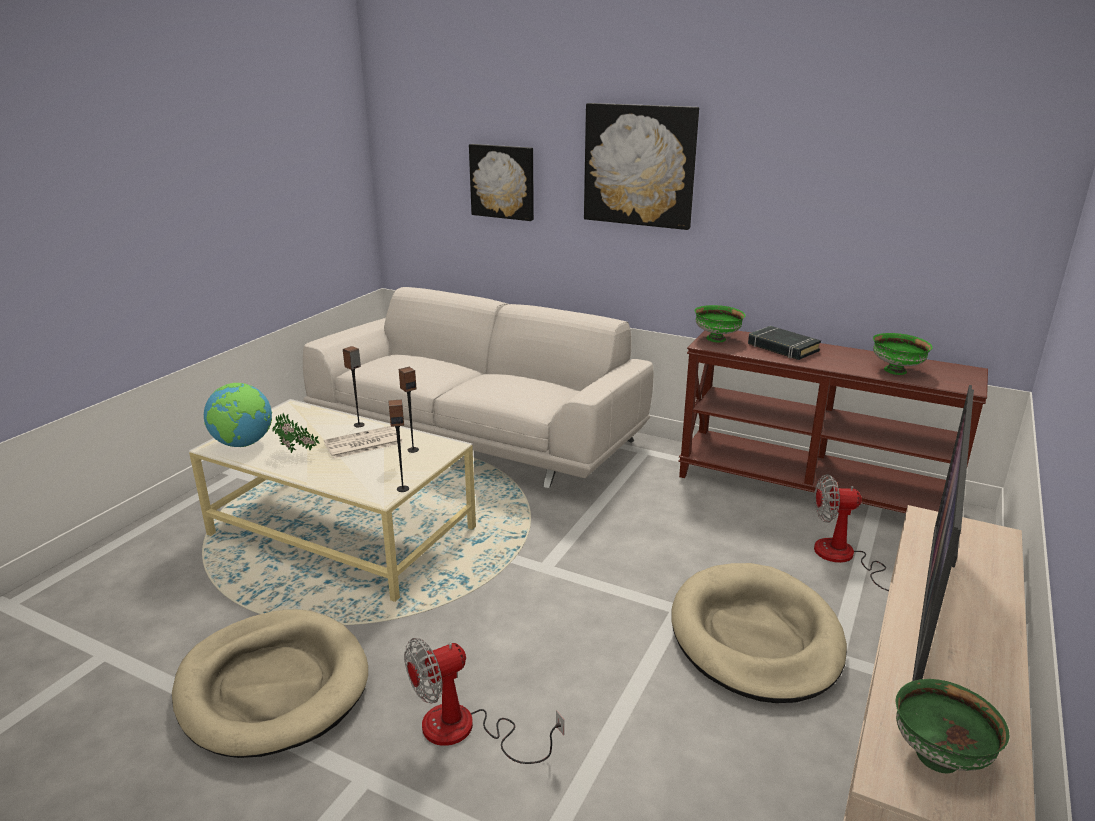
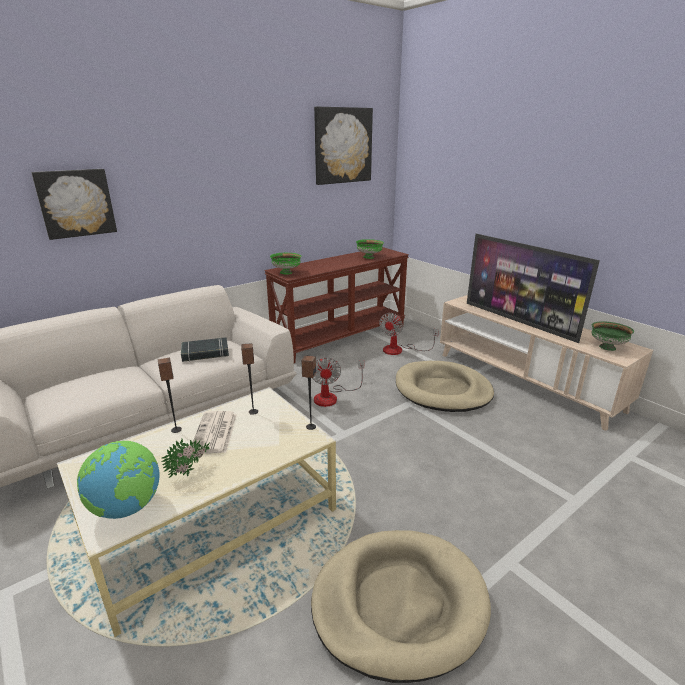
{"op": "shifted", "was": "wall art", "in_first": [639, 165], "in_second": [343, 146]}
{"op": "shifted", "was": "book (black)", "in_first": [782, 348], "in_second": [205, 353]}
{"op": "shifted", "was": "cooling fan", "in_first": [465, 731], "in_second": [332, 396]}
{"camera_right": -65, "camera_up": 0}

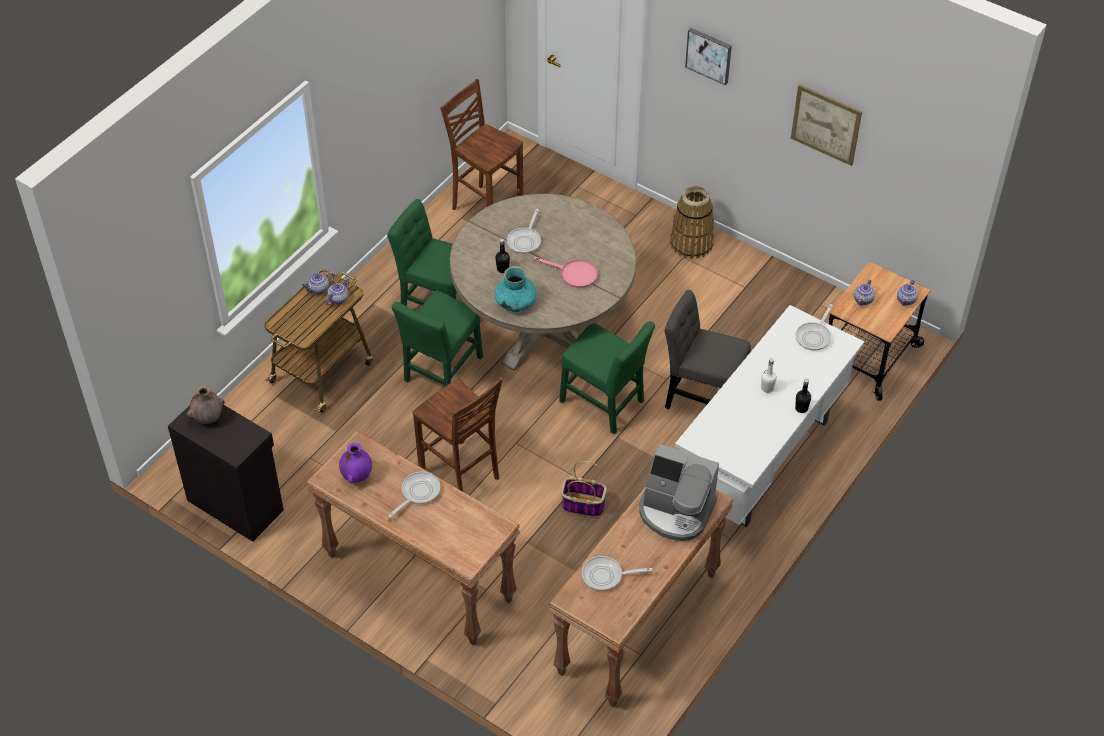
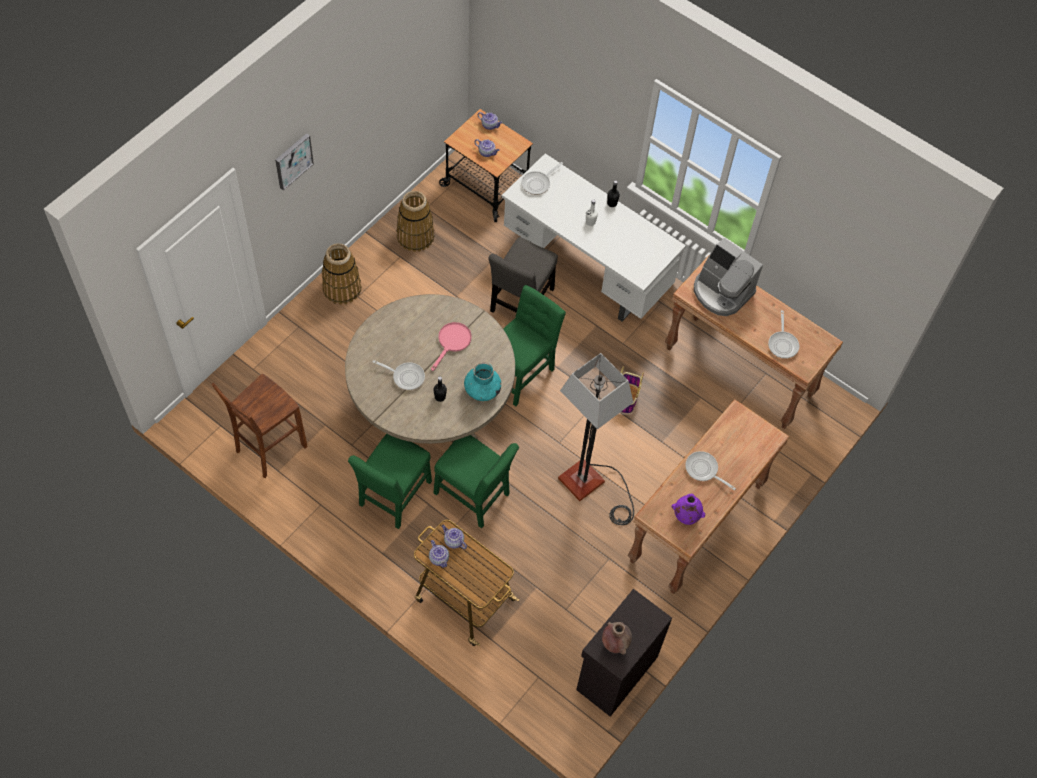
{"op": "gone", "was": "wall art", "in_first": [826, 124]}
{"op": "rotated", "was": "frying pan", "in_first": [814, 336], "in_second": [538, 183], "clockwise": 105}
{"op": "swapped", "was": "sitting stool (brown)", "now": "standard lamp", "in_first": [461, 475], "in_second": [592, 486]}
{"op": "rotated", "was": "coffee brewer", "in_first": [676, 511], "in_second": [721, 292], "clockwise": 105}
{"op": "new", "now": "basket", "in_second": [415, 236]}
{"camera_right": -90, "camera_up": 10}

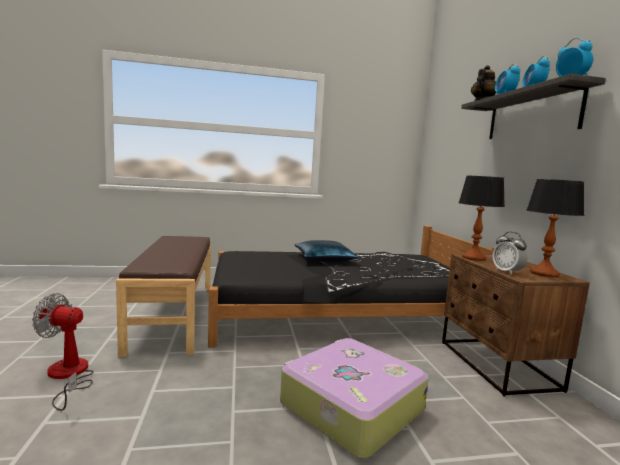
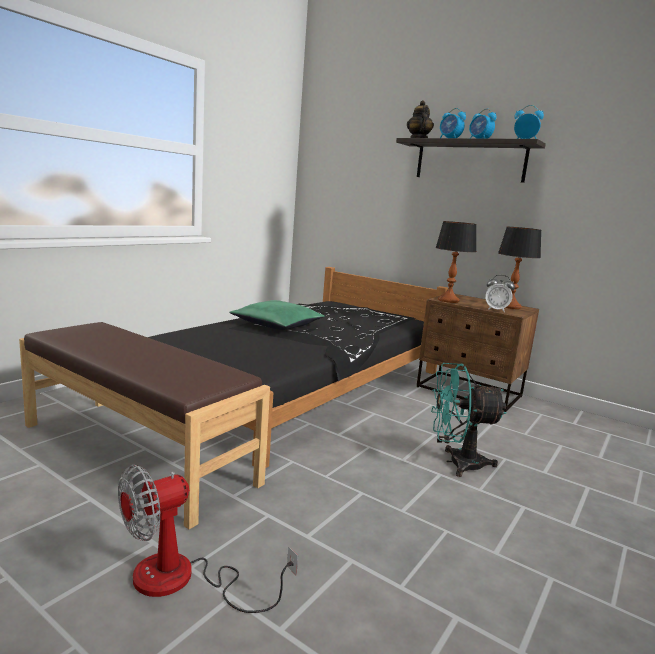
{"op": "repainted", "was": "cushion (blue)", "now": "cushion (green-coloured)", "in_first": [324, 259], "in_second": [278, 325]}
{"op": "swapped", "was": "suitcase", "now": "cooling fan (turquoise)", "in_first": [350, 406], "in_second": [456, 463]}
{"camera_right": -45, "camera_up": 5}

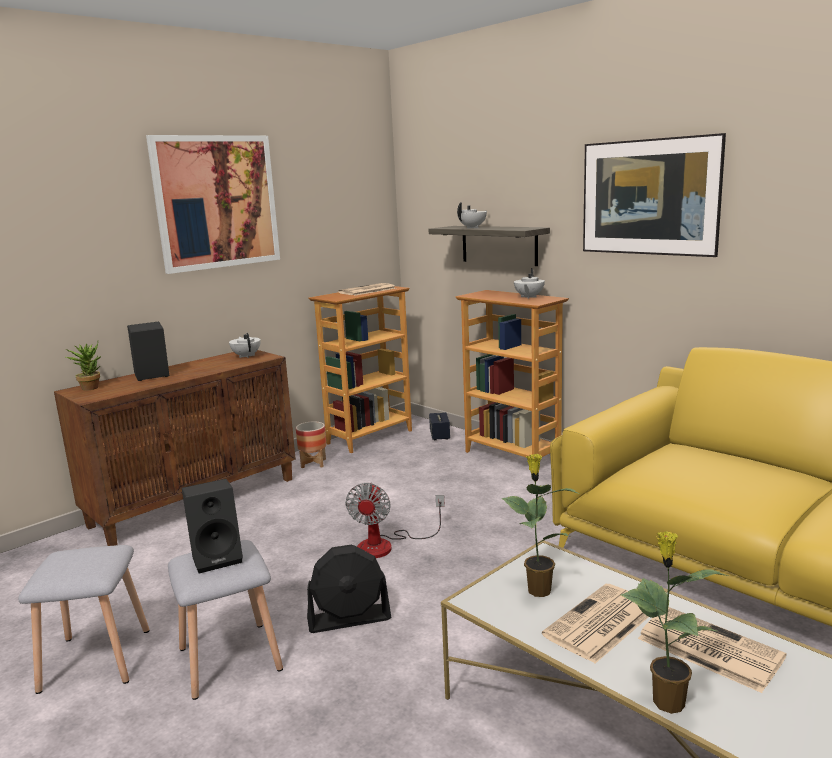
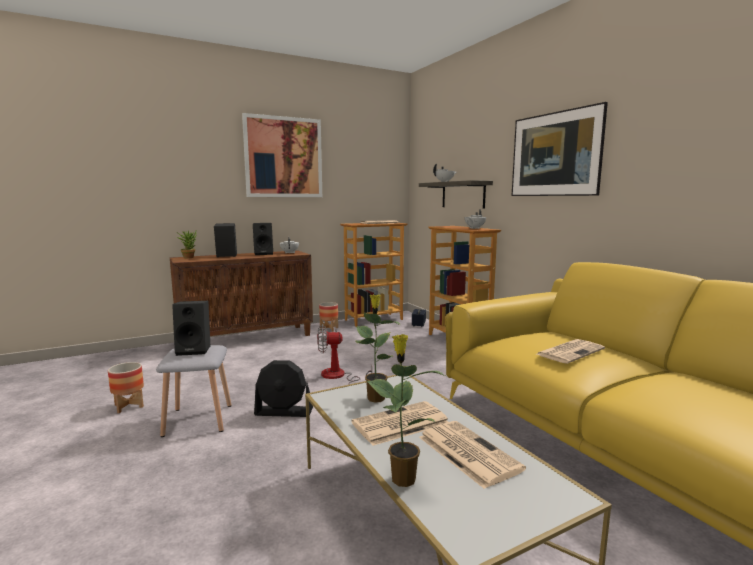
{"op": "rotated", "was": "cooling fan", "in_first": [386, 545], "in_second": [338, 377], "clockwise": 60}
{"op": "swapped", "was": "sitting stool (gray)", "now": "flower pot", "in_first": [95, 658], "in_second": [129, 406]}
{"op": "new", "now": "audio speaker (black)", "in_second": [264, 254]}
{"op": "new", "now": "daily paper", "in_second": [570, 351]}
{"camera_right": 15, "camera_up": -5}

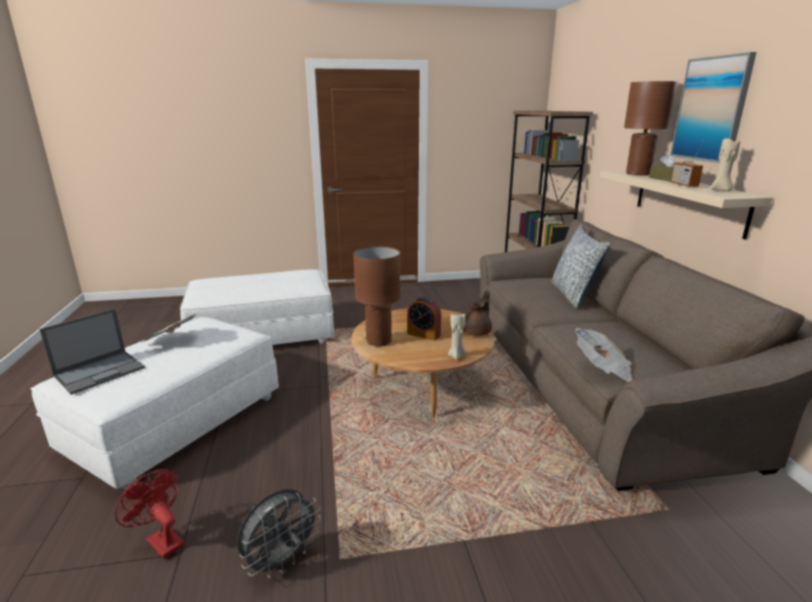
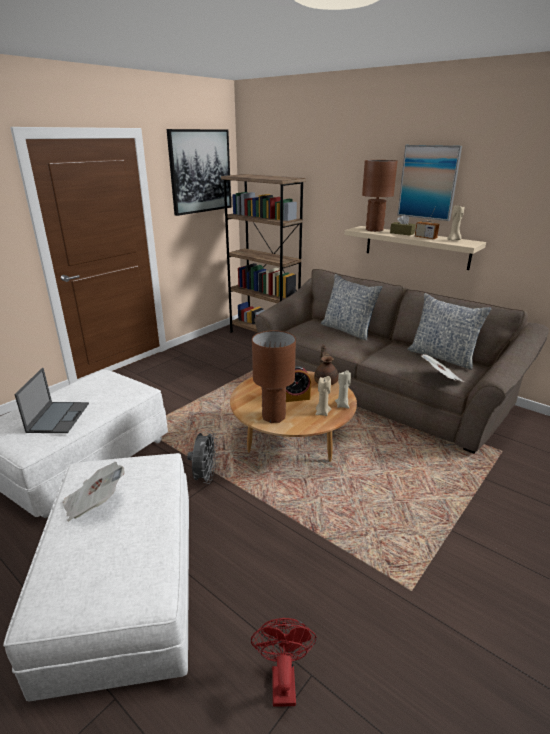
{"op": "shifted", "was": "portable computer", "in_first": [101, 371], "in_second": [58, 417]}
{"op": "rotated", "was": "cooling fan (red)", "in_first": [161, 540], "in_second": [282, 679], "clockwise": 90}
{"op": "shifted", "was": "cooling fan (gray)", "in_first": [281, 561], "in_second": [204, 477]}
{"op": "new", "now": "wall art", "in_second": [200, 171]}
{"op": "new", "now": "cushion", "in_second": [442, 357]}
{"op": "new", "now": "wax candle (beige-coloured)", "in_second": [322, 413]}
{"camera_right": -40, "camera_up": 5}

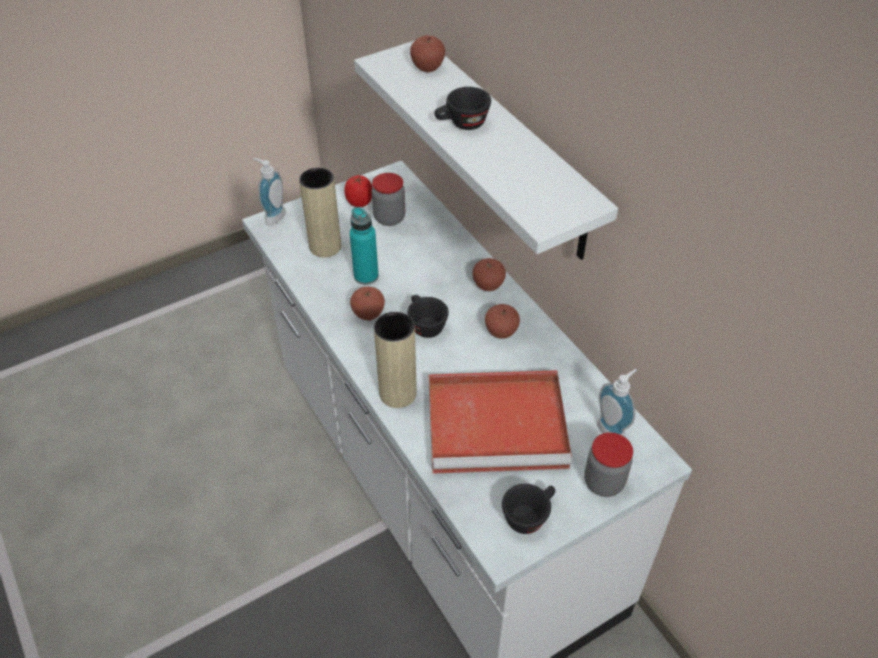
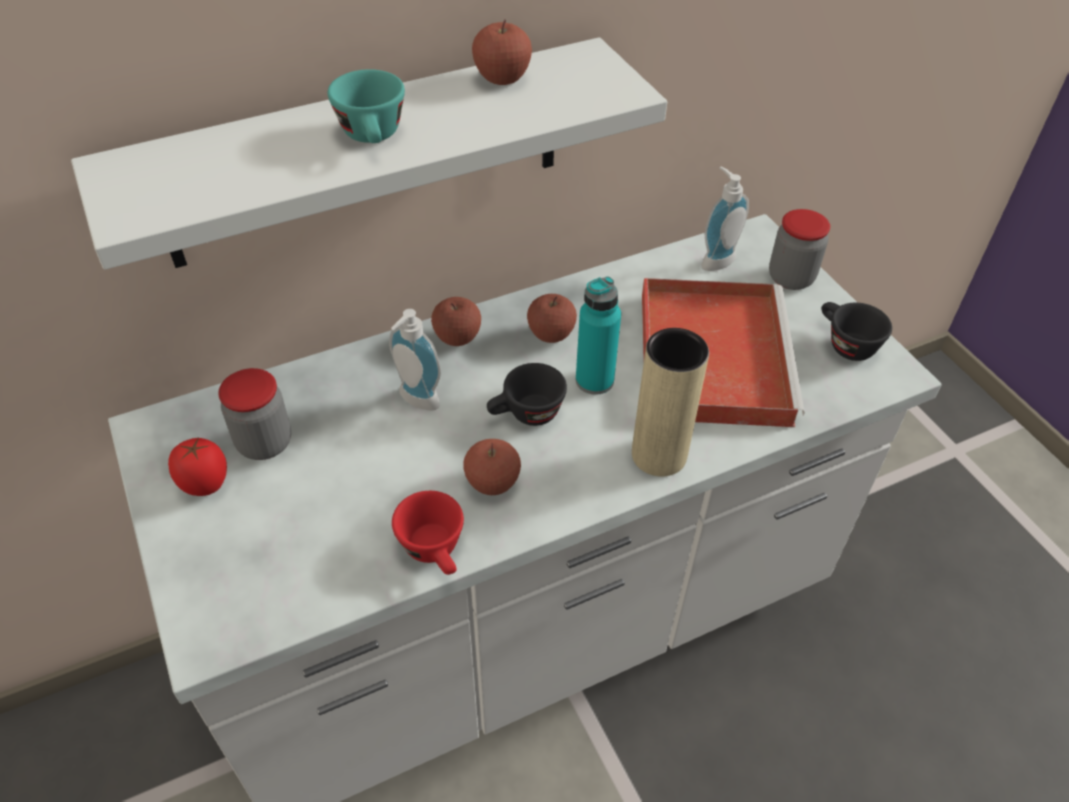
{"op": "shifted", "was": "apple", "in_first": [427, 68], "in_second": [502, 79]}
{"op": "repainted", "was": "drinking cup (black)", "now": "drinking cup (turquoise)", "in_first": [462, 124], "in_second": [374, 137]}
{"op": "shifted", "was": "soap bottle", "in_first": [273, 216], "in_second": [415, 402]}
{"op": "gone", "was": "decorative vase (beige-coloured)", "in_first": [325, 247]}
{"op": "shifted", "was": "beverage bottle (turquoise)", "in_first": [366, 276], "in_second": [594, 380]}
{"op": "new", "now": "drinking cup (red)", "in_second": [436, 551]}
{"camera_right": -85, "camera_up": 0}

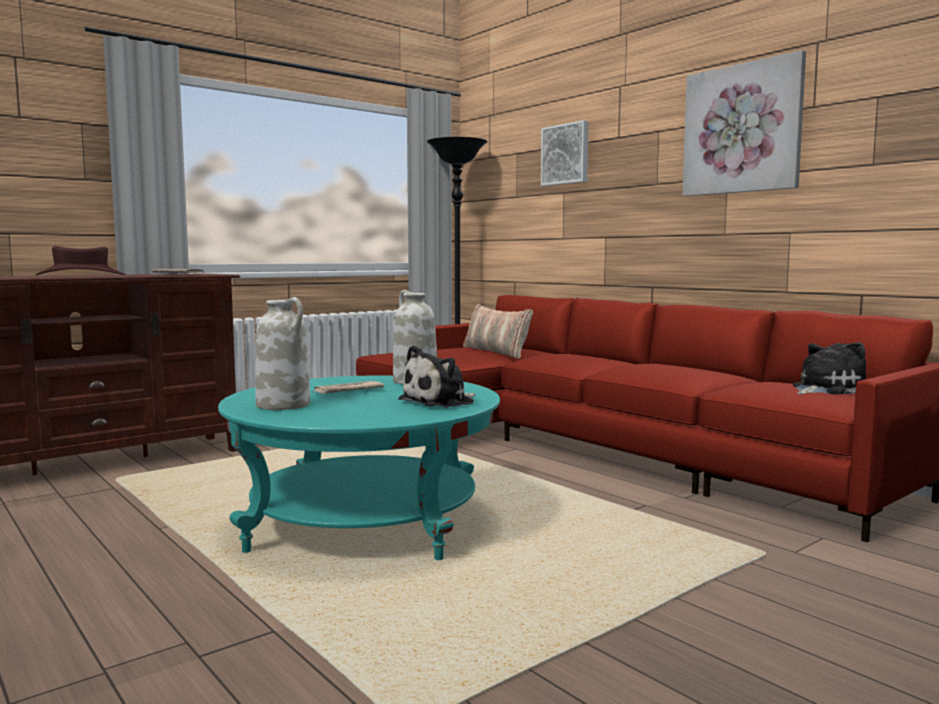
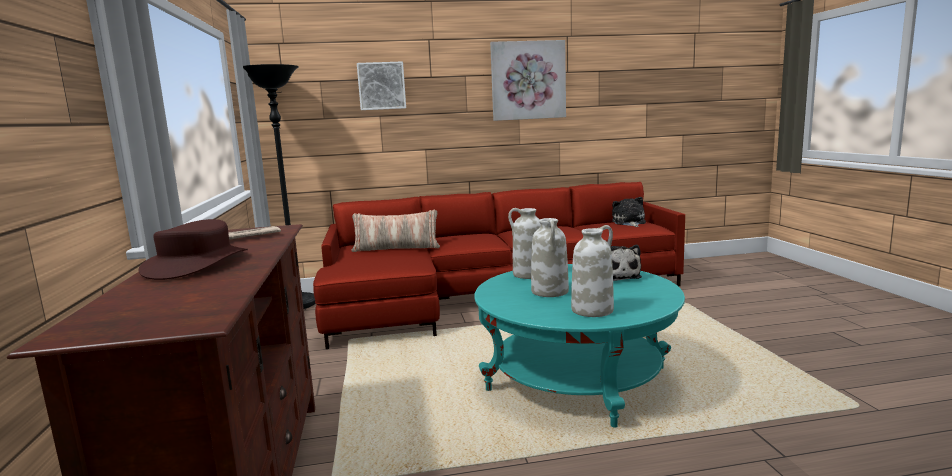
{"op": "swapped", "was": "daily paper", "now": "decorative vase (white)", "in_first": [347, 391], "in_second": [550, 292]}
{"camera_right": -60, "camera_up": 5}

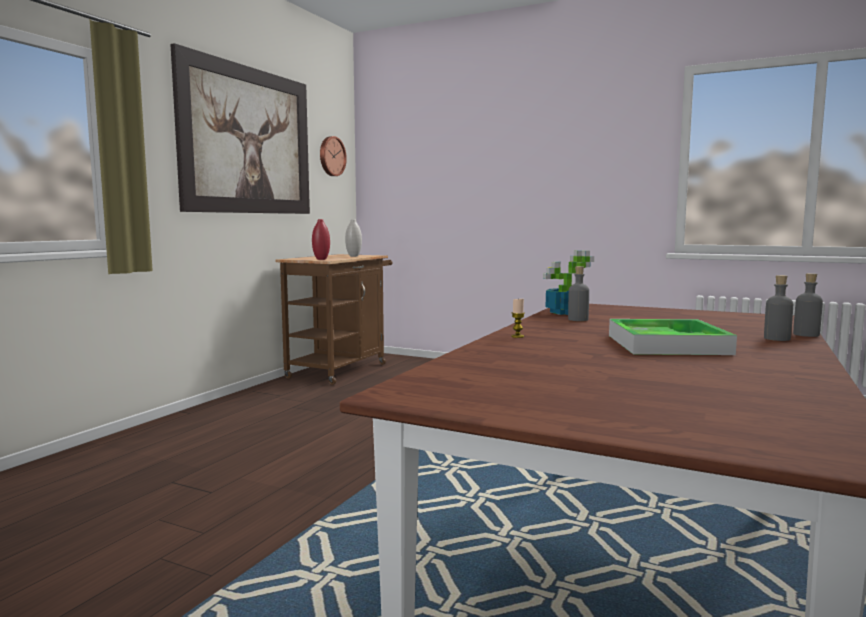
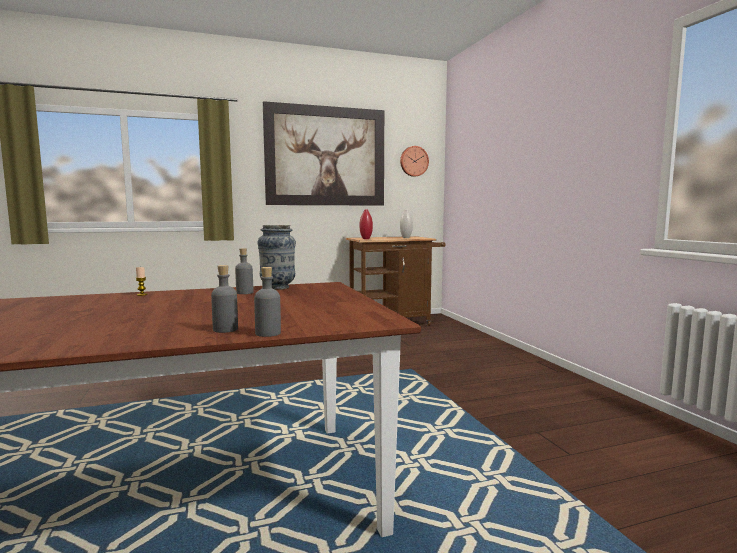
{"op": "swapped", "was": "houseplant", "now": "decorative vase", "in_first": [565, 312], "in_second": [278, 288]}
{"op": "gone", "was": "tray", "in_first": [667, 344]}
{"camera_right": 45, "camera_up": 0}

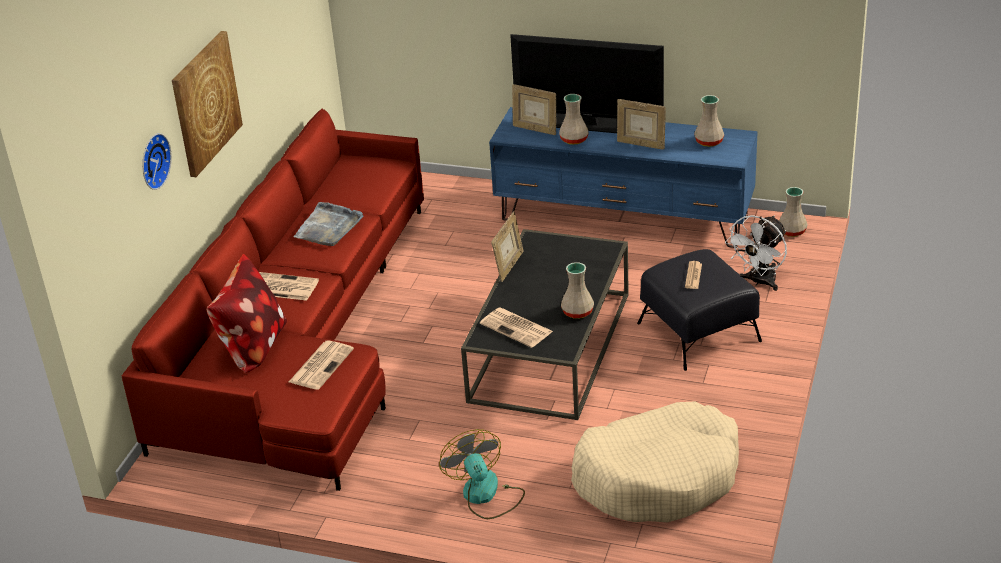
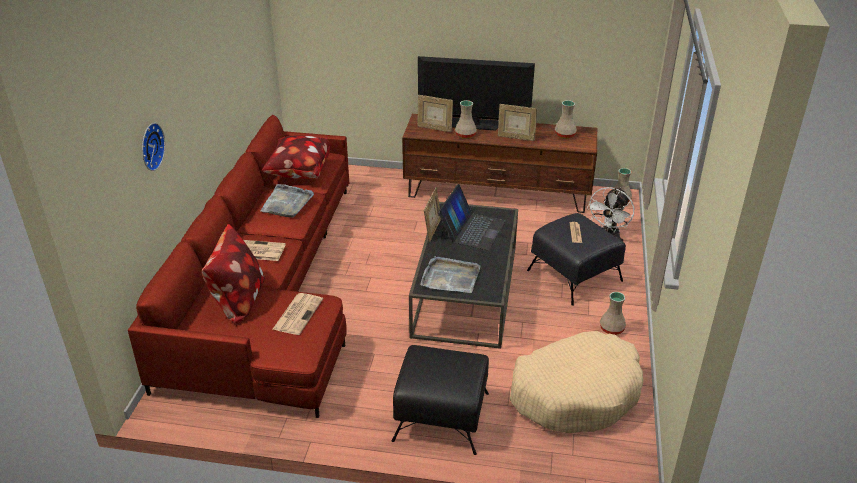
{"op": "gone", "was": "wall art", "in_first": [205, 103]}
{"op": "repainted", "was": "tv stand (blue)", "now": "tv stand (brown)", "in_first": [624, 217], "in_second": [498, 193]}
{"op": "shifted", "was": "decorative vase (beige-coloured)", "in_first": [578, 311], "in_second": [612, 328]}
{"op": "swapped", "was": "daily paper", "now": "tray (gray)", "in_first": [517, 328], "in_second": [450, 277]}
{"op": "swapped", "was": "cooling fan", "now": "pouffe (black)", "in_first": [485, 495], "in_second": [440, 416]}
{"op": "new", "now": "cushion", "in_second": [298, 173]}
{"op": "new", "now": "portable computer", "in_second": [472, 230]}
{"camera_right": -10, "camera_up": 0}

